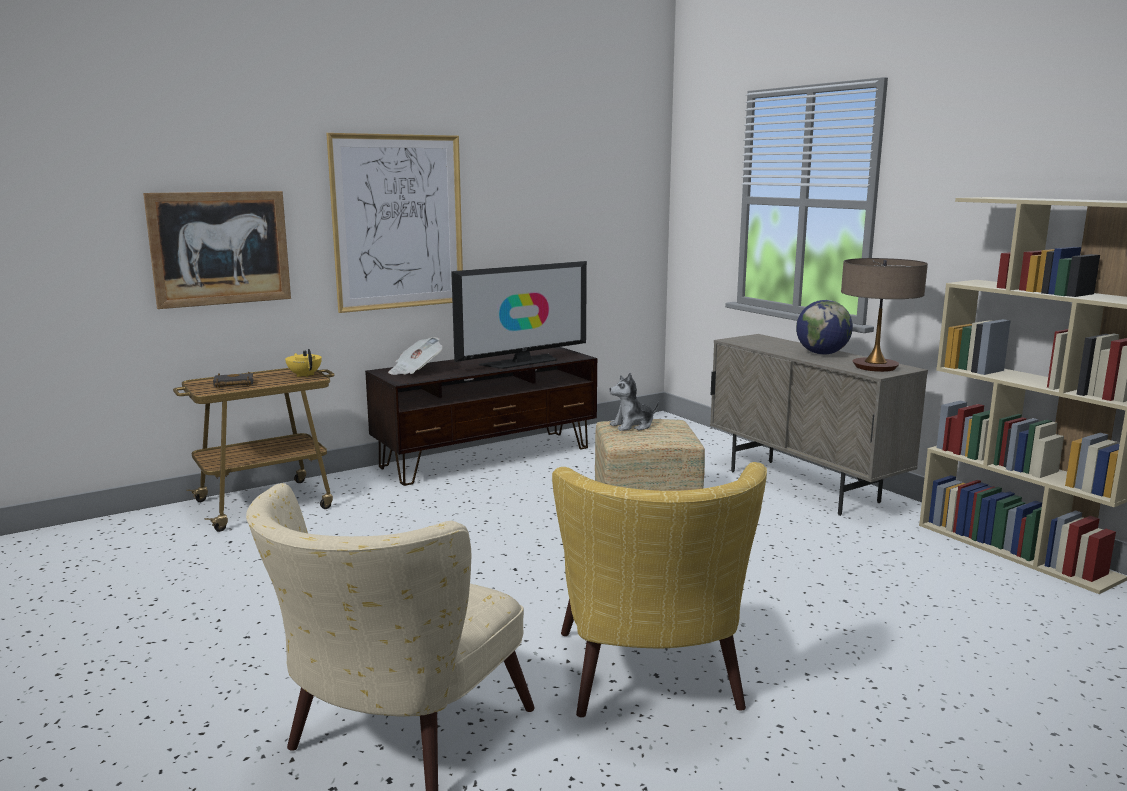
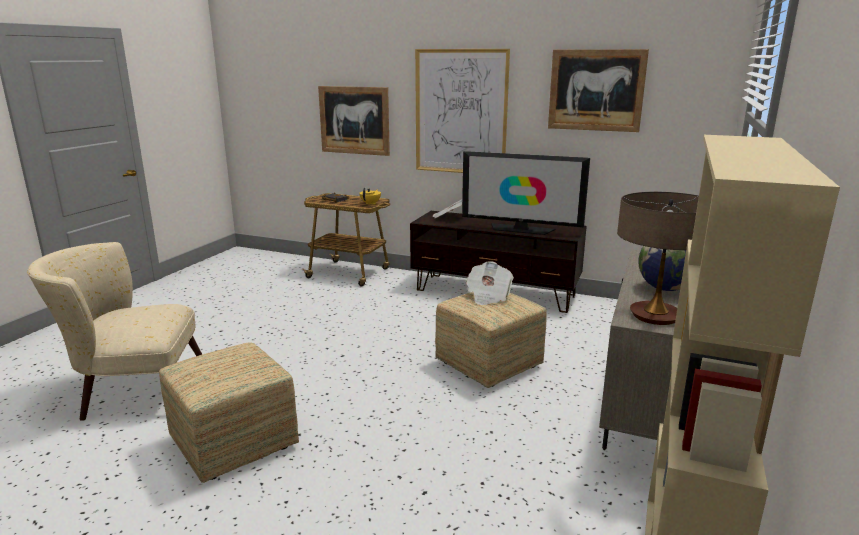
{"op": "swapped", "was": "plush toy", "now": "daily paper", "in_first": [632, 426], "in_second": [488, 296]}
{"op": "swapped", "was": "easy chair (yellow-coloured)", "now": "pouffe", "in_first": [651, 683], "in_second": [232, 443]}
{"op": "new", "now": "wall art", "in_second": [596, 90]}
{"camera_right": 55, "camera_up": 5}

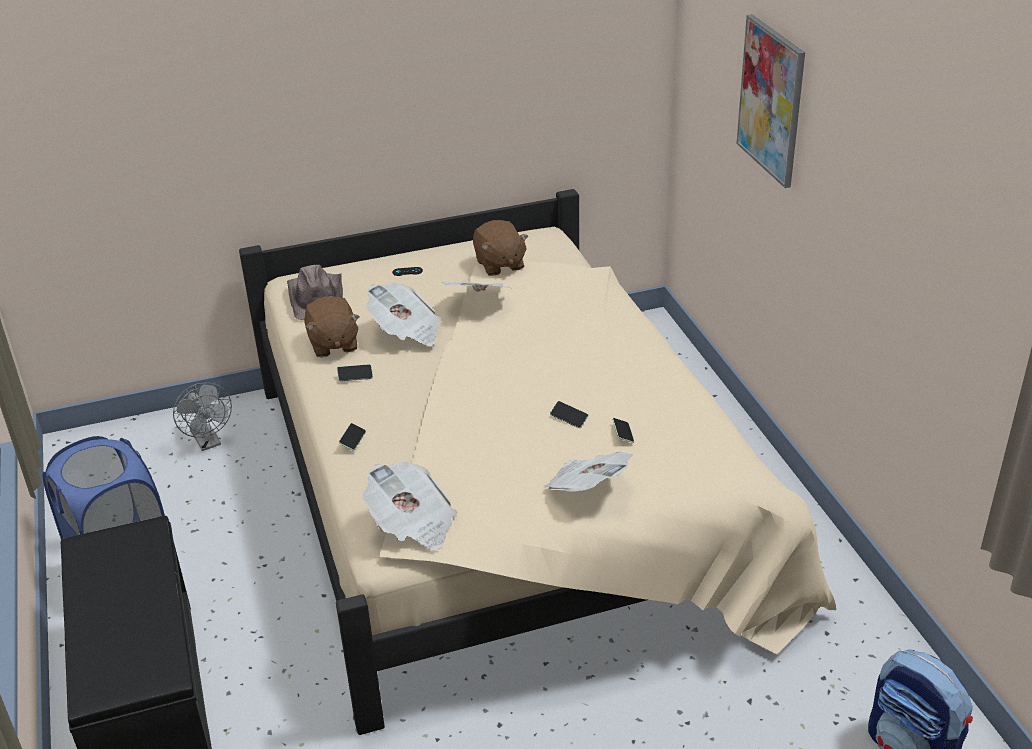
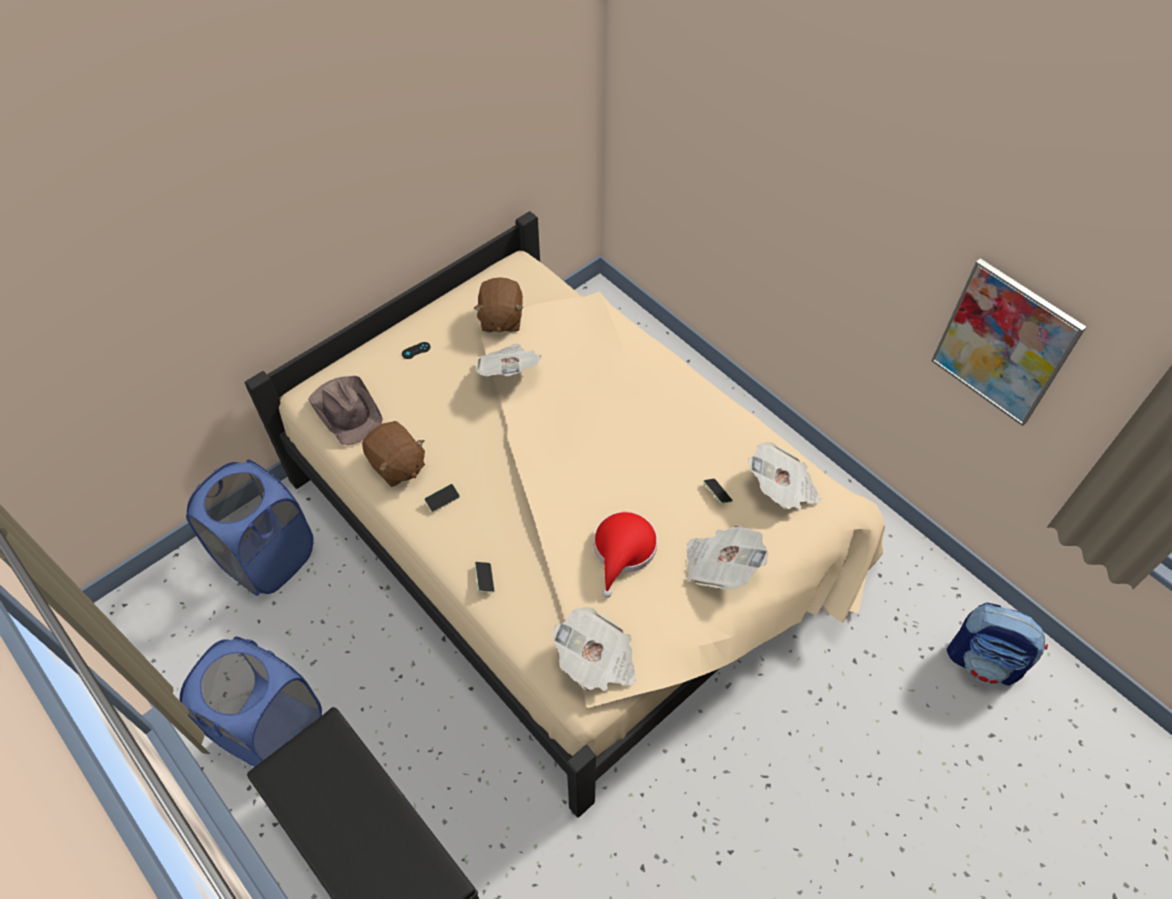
{"op": "shifted", "was": "wall art", "in_first": [771, 100], "in_second": [1004, 343]}
{"op": "rotated", "was": "plush toy (brown)", "in_first": [499, 264], "in_second": [500, 319], "clockwise": 45}
{"op": "shifted", "was": "daily paper", "in_first": [406, 331], "in_second": [782, 489]}
{"op": "swapped", "was": "cooling fan (gray)", "now": "washing basket (blue)", "in_first": [209, 442], "in_second": [268, 558]}
{"op": "gone", "was": "phone", "in_first": [569, 418]}
{"op": "new", "now": "wearable hat (red)", "in_second": [623, 551]}
{"camera_right": -25, "camera_up": 20}

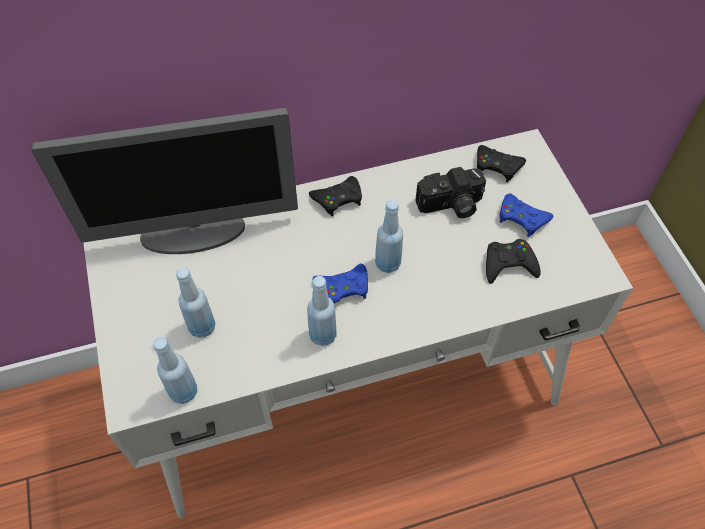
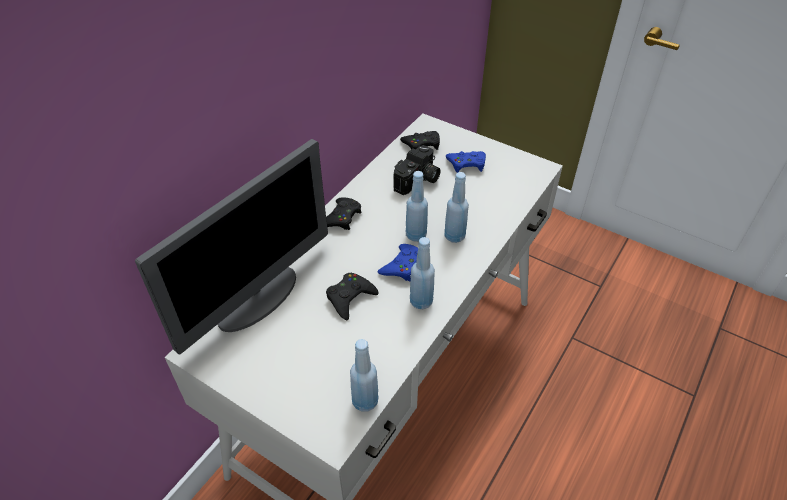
{"op": "shifted", "was": "game controller (black)", "in_first": [509, 264], "in_second": [350, 298]}
{"op": "shifted", "was": "beverage bottle (blue)", "in_first": [202, 327], "in_second": [454, 236]}
{"camera_right": -40, "camera_up": -10}

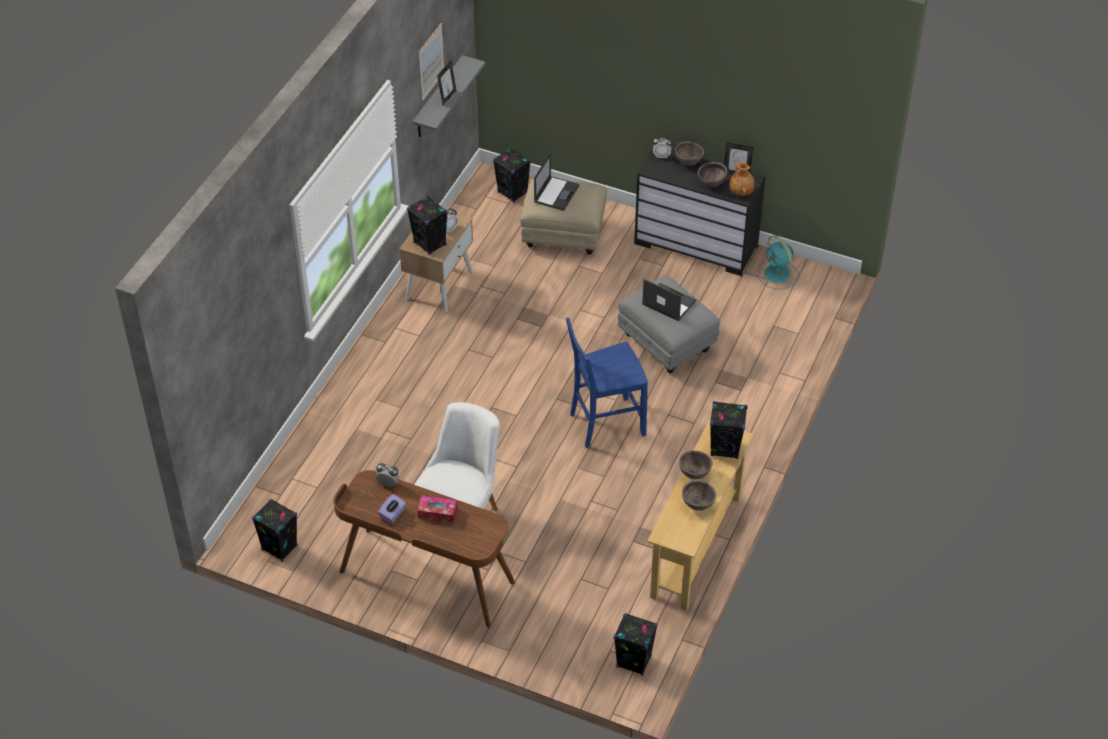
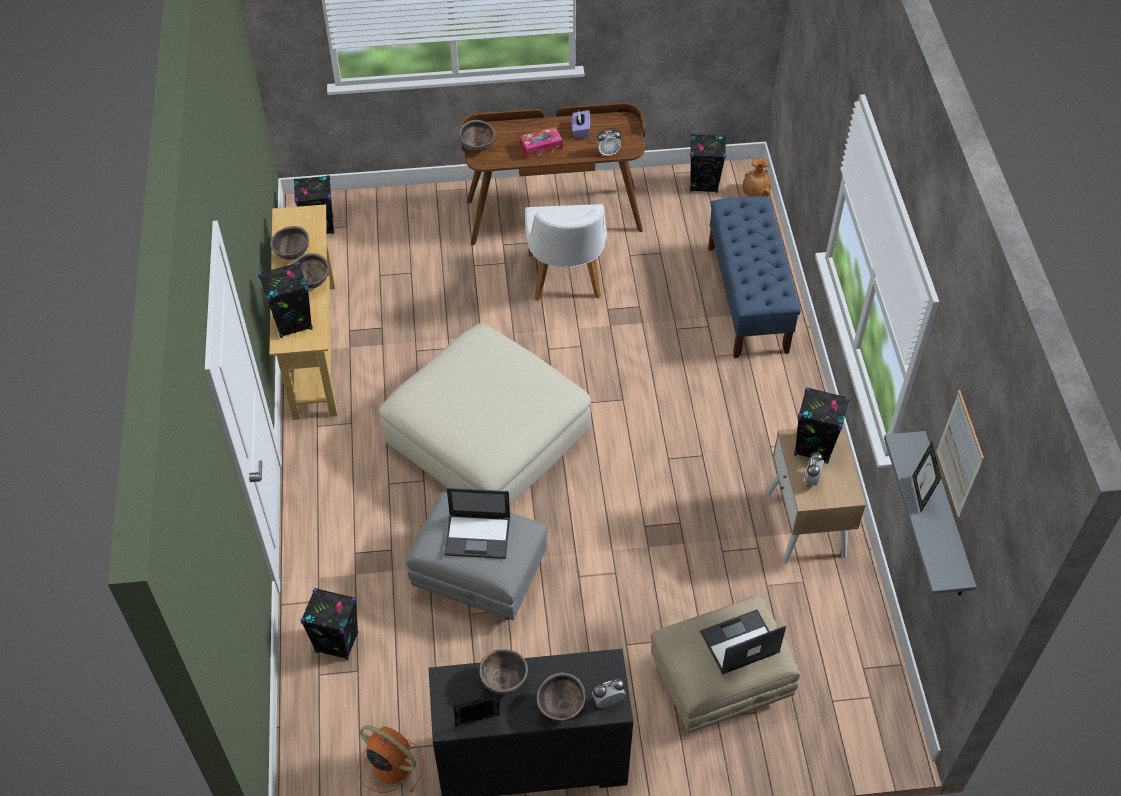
{"op": "shifted", "was": "audio speaker (black)", "in_first": [513, 193], "in_second": [336, 643]}
{"op": "rotated", "was": "portable computer", "in_first": [556, 193], "in_second": [739, 642], "clockwise": 75}
{"op": "shifted", "was": "decorative vase (brown)", "in_first": [741, 192], "in_second": [755, 194]}
{"op": "repainted", "was": "cooling fan (turquoise)", "now": "cooling fan (orange-coloured)", "in_first": [778, 275], "in_second": [390, 764]}
{"op": "swapped", "was": "upright chair (blue)", "now": "pouffe (beige-coloured)", "in_first": [605, 423], "in_second": [488, 437]}
{"op": "new", "now": "serving bowl (brown)", "in_second": [477, 148]}
{"op": "new", "now": "long seat (blue)", "in_second": [747, 299]}
{"camera_right": 150, "camera_up": 5}

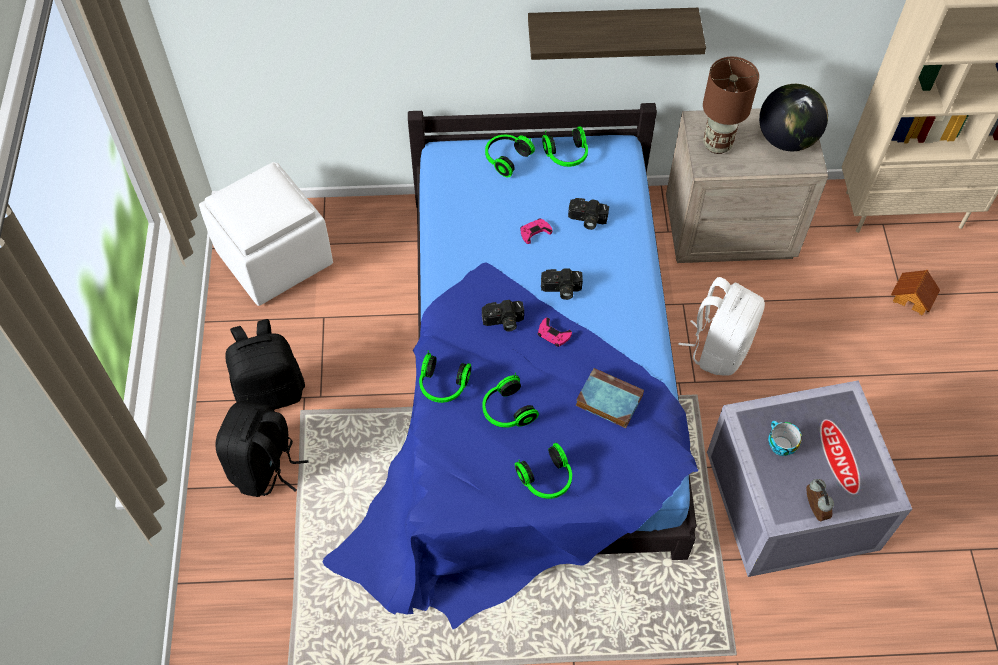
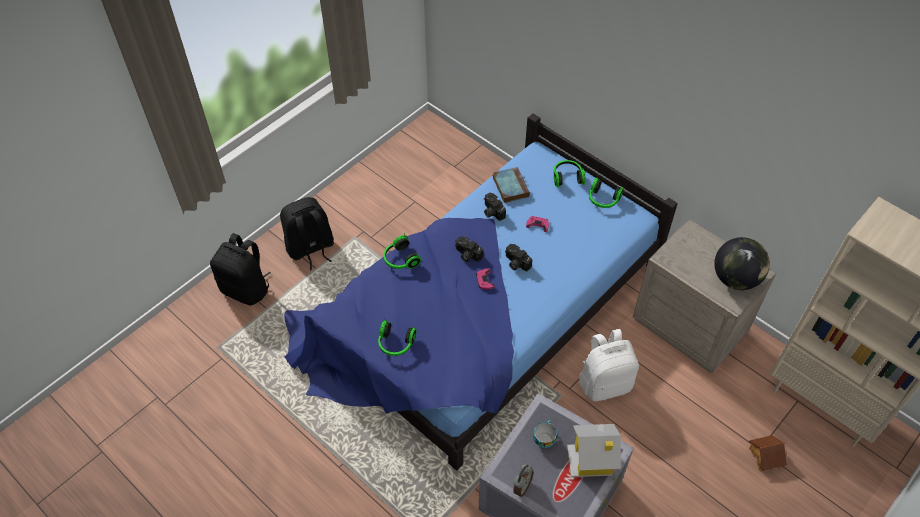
{"op": "gone", "was": "bracket shelf", "in_first": [611, 30]}
{"op": "gone", "was": "tabletop lamp (brown)", "in_first": [717, 144]}
{"op": "gone", "was": "pouffe (white)", "in_first": [274, 256]}
{"op": "shifted", "was": "photo camera", "in_first": [586, 220], "in_second": [492, 211]}
{"op": "shifted", "was": "rucksack (black)", "in_first": [271, 391], "in_second": [246, 289]}
{"op": "shifted", "was": "book", "in_first": [607, 400], "in_second": [510, 186]}
{"op": "gone", "was": "pair of headphones", "in_first": [506, 411]}
{"op": "new", "now": "model house", "in_second": [591, 461]}
{"camera_right": 45, "camera_up": -5}

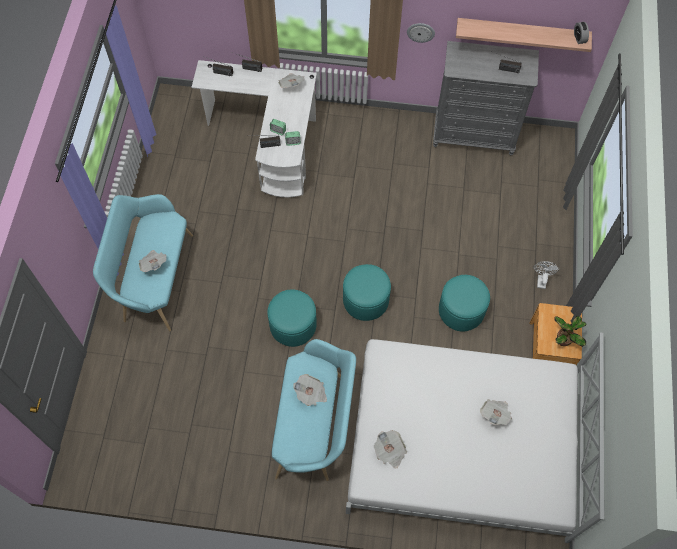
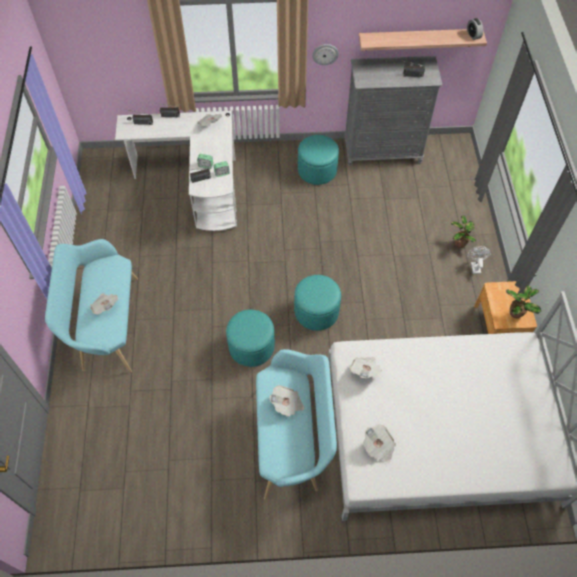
{"op": "shifted", "was": "pouffe (turquoise)", "in_first": [461, 310], "in_second": [317, 170]}
{"op": "shifted", "was": "daily paper", "in_first": [495, 414], "in_second": [365, 370]}
{"op": "new", "now": "houseplant", "in_second": [459, 243]}
{"camera_right": -10, "camera_up": -5}

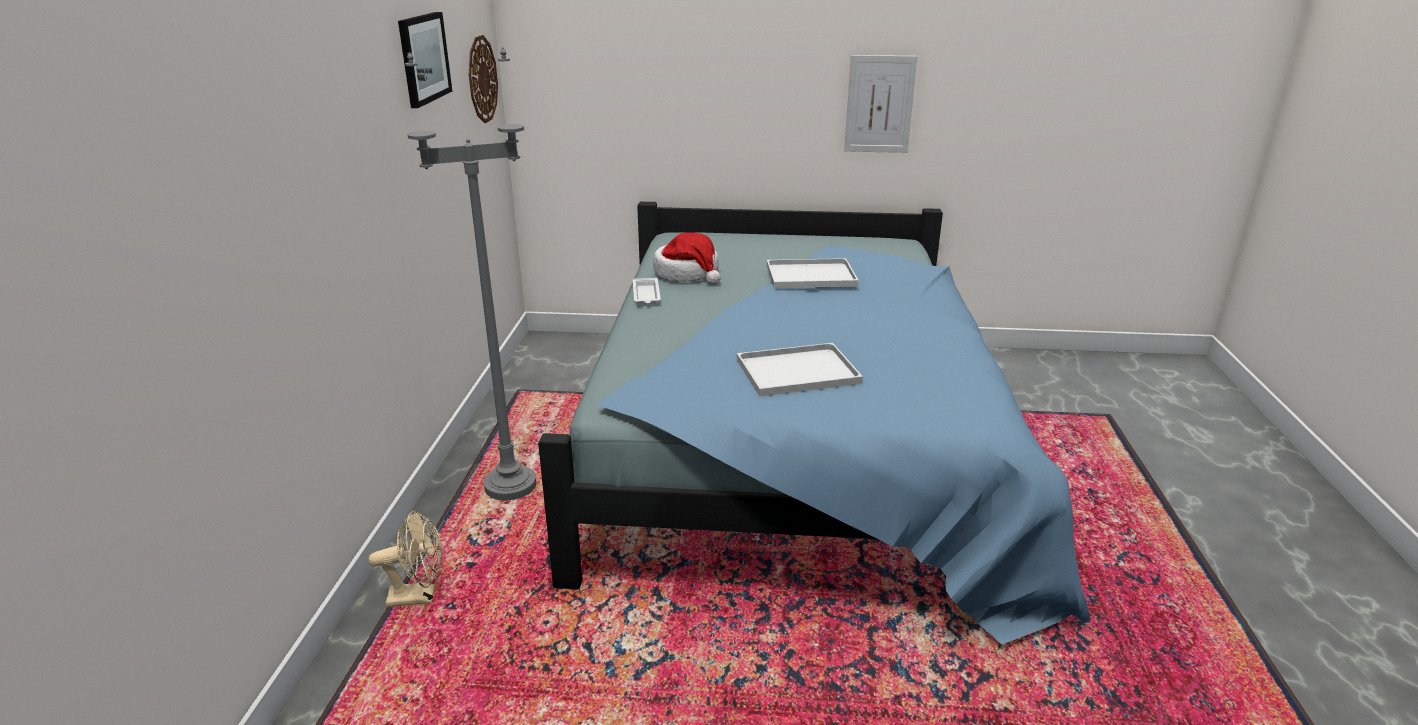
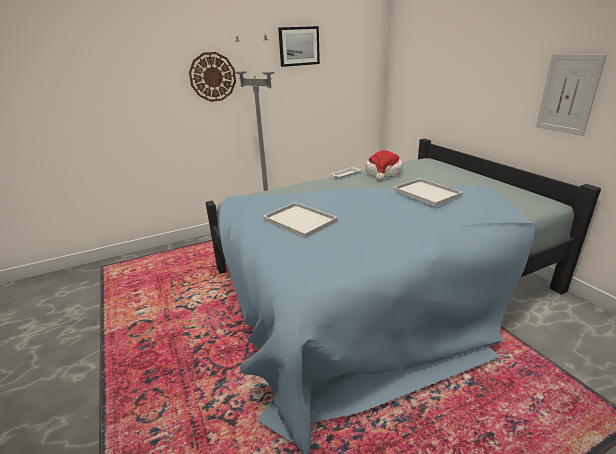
{"op": "shifted", "was": "wall clock", "in_first": [482, 79], "in_second": [212, 77]}
{"op": "gone", "was": "cooling fan (beige-coloured)", "in_first": [419, 596]}
{"camera_right": 60, "camera_up": 0}

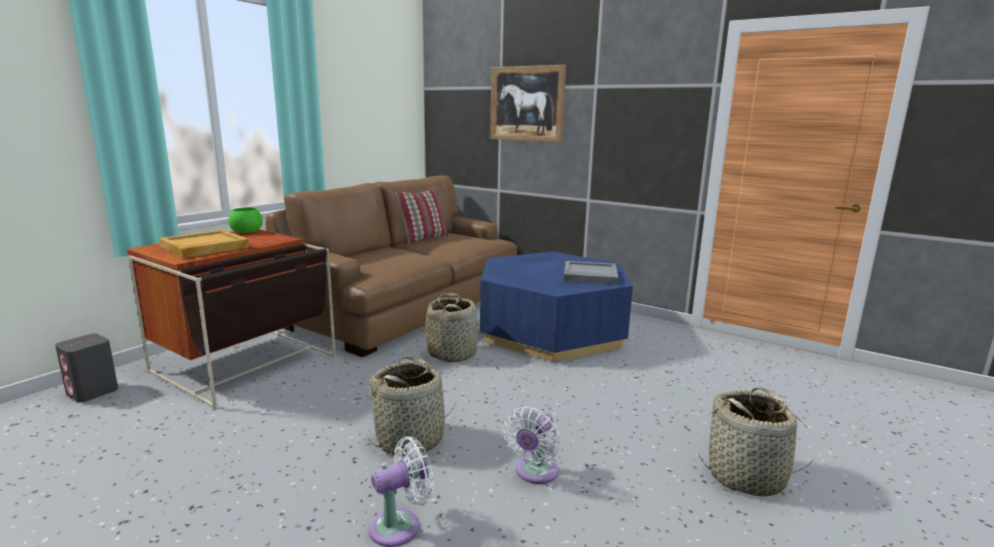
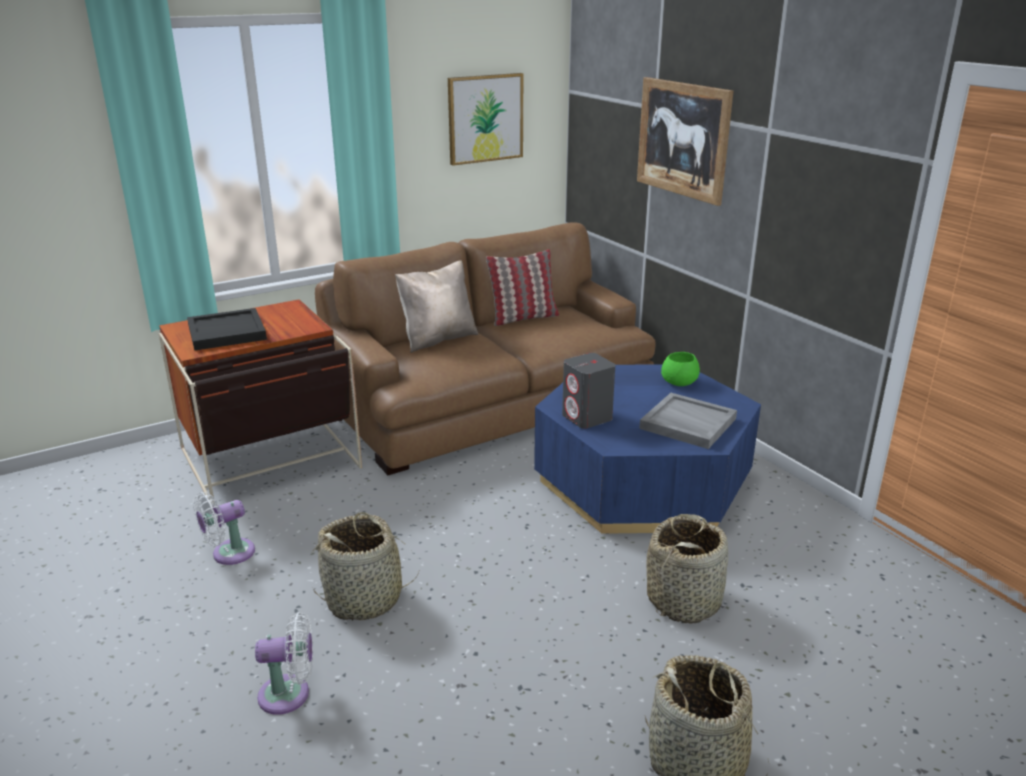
{"op": "shifted", "was": "serving bowl (green-coloured)", "in_first": [247, 231], "in_second": [679, 382]}
{"op": "repainted", "was": "tray (beige-coloured)", "now": "tray (black)", "in_first": [204, 247], "in_second": [226, 333]}
{"op": "shifted", "was": "basket", "in_first": [452, 353], "in_second": [684, 600]}
{"op": "shifted", "was": "audio speaker (gray)", "in_first": [93, 392], "in_second": [587, 417]}
{"op": "shifted", "was": "cooling fan (white)", "in_first": [534, 473], "in_second": [229, 554]}
{"op": "new", "now": "wall art", "in_second": [485, 118]}
{"op": "new", "now": "cushion (beige-coloured)", "in_second": [437, 339]}
{"camera_right": 25, "camera_up": 10}

